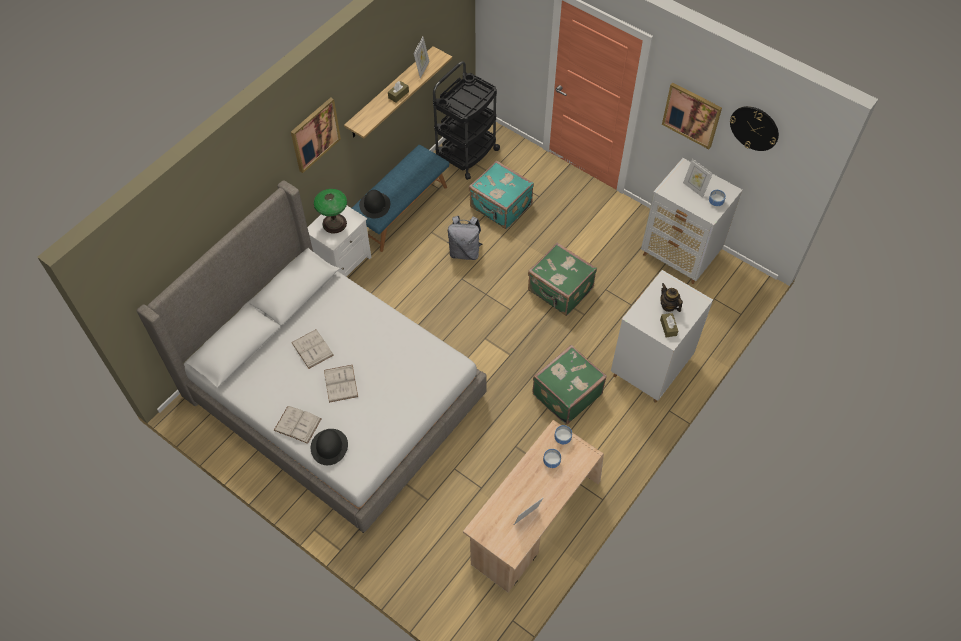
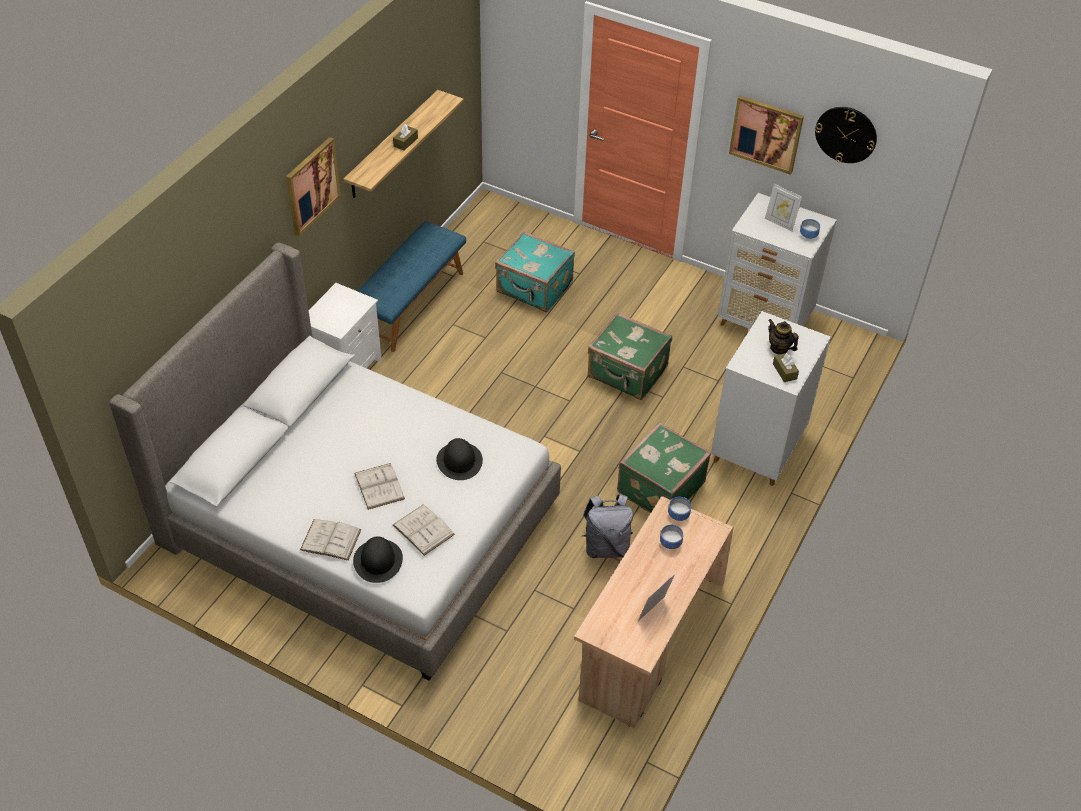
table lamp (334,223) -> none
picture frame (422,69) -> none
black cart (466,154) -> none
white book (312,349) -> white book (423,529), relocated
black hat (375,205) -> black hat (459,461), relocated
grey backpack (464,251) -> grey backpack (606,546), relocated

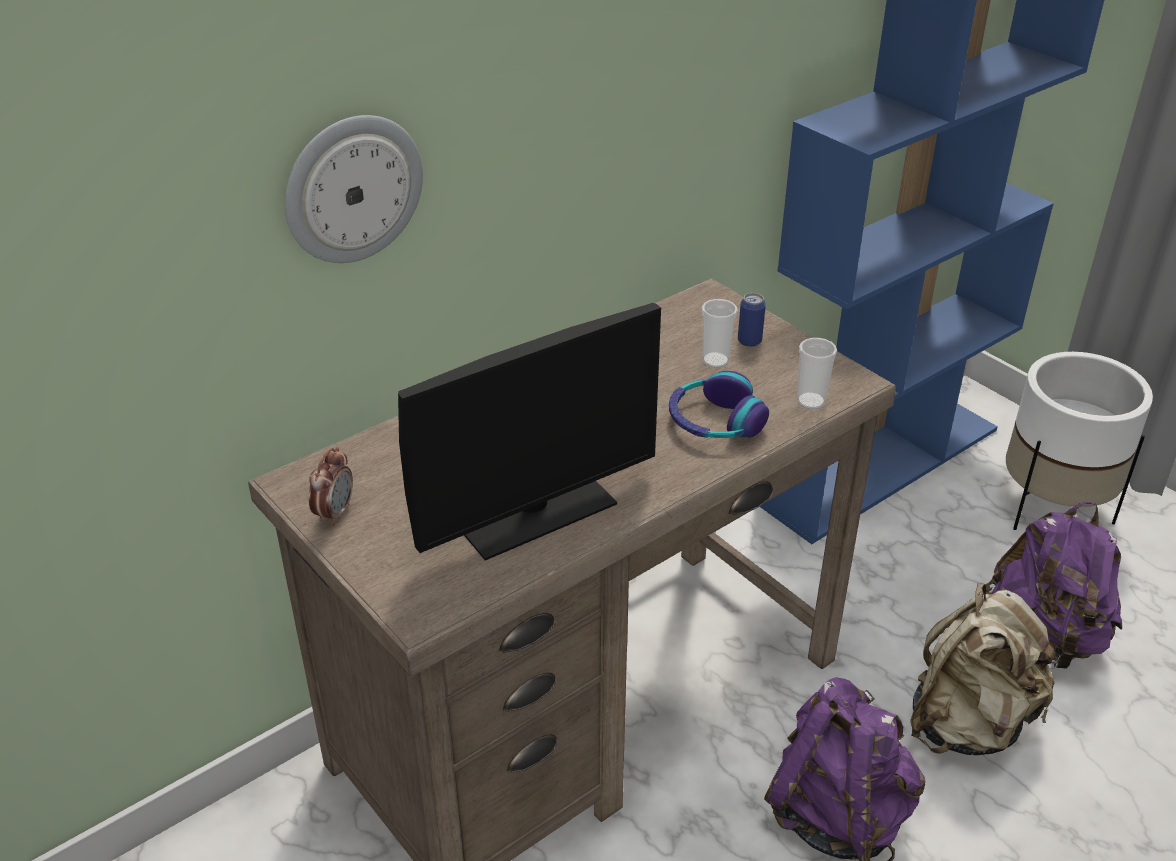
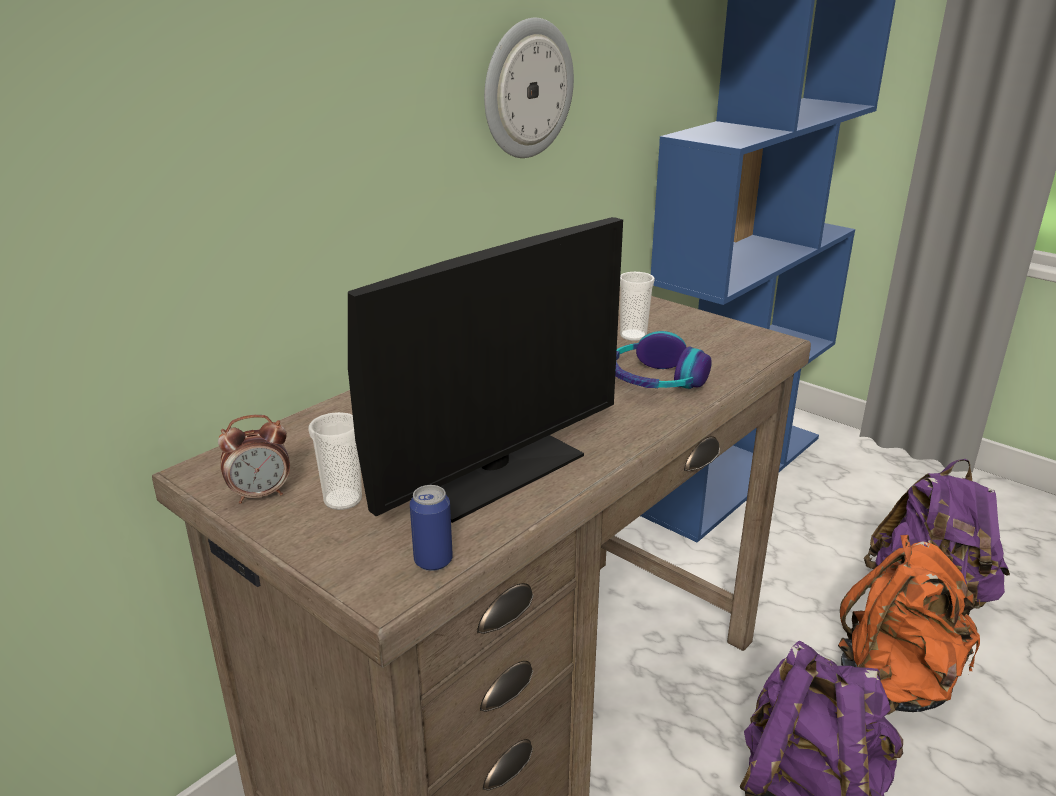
white planter (1053,507) -> none
wall clock (352,188) -> wall clock (526,89), relocated
can (749,341) -> can (433,561), relocated
cup (810,401) -> cup (343,500), relocated
beige backpack (968,723) -> orange backpack (895,683)
alarm clock (334,513) -> alarm clock (261,494), 60 degrees clockwise

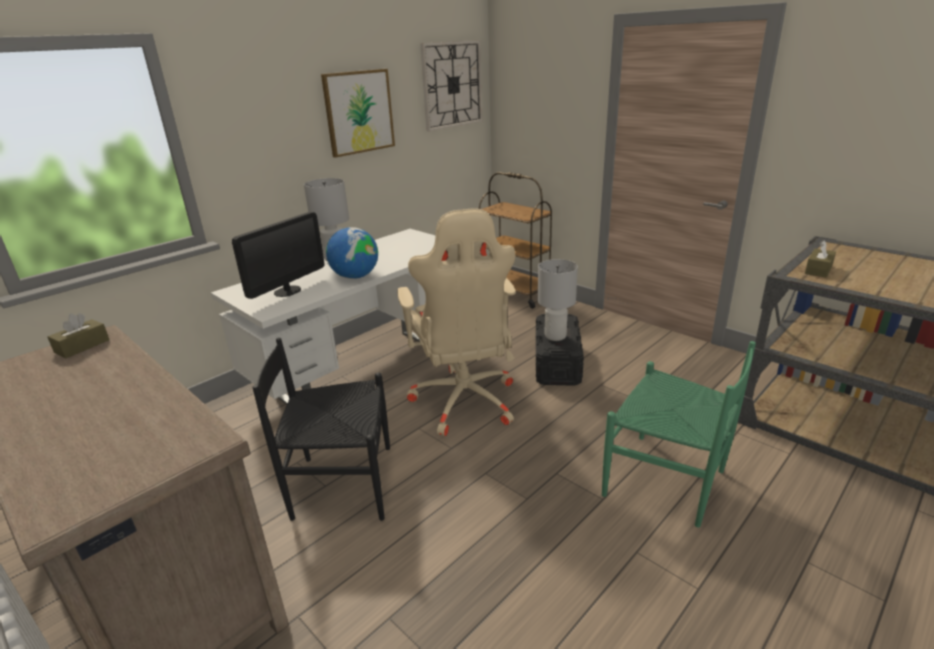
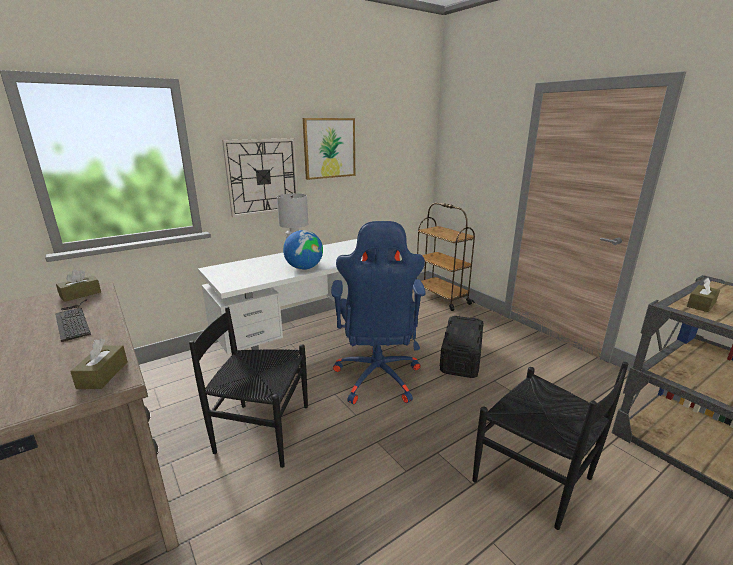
monitor (287,291) -> none
grey table lamp (555,338) -> none
none -> keyboard (73,320)
none -> brown tissue box (103,375)
wall clock (452,85) -> wall clock (262,177), relocated
beige office chair (462,396) -> blue office chair (377,373)
green chair (666,481) -> black chair (535,478)

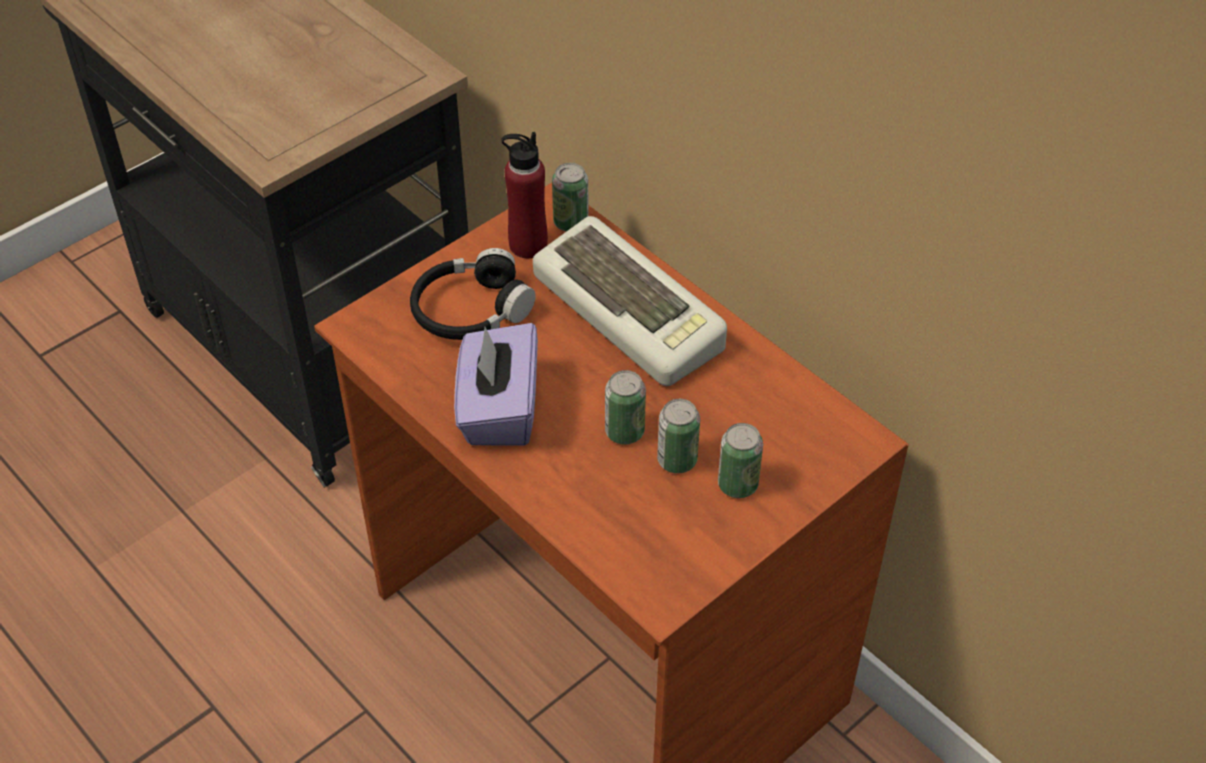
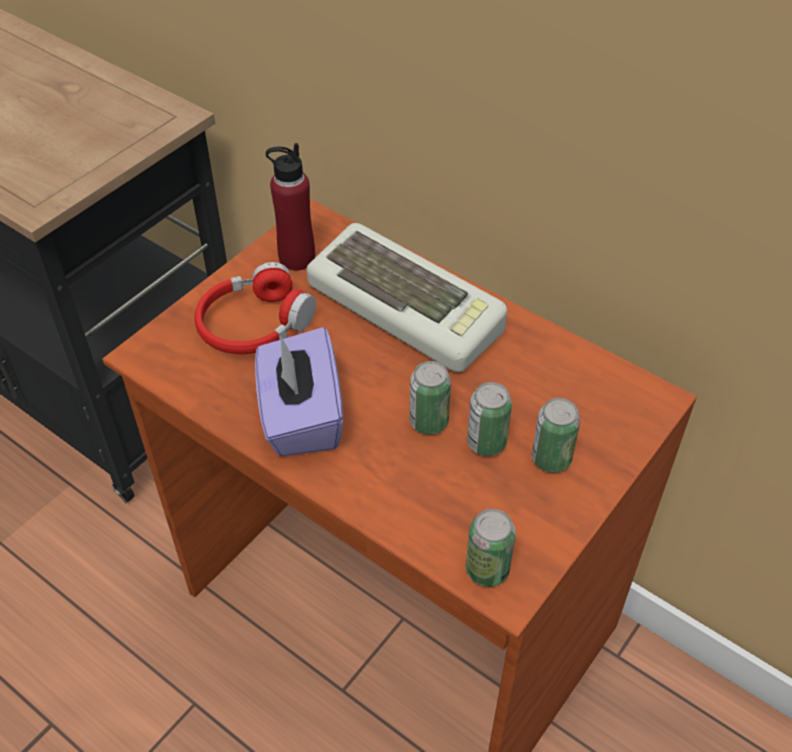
can (571,222) -> can (487,570), relocated
black headphones (471,310) -> red headphones (254,325)

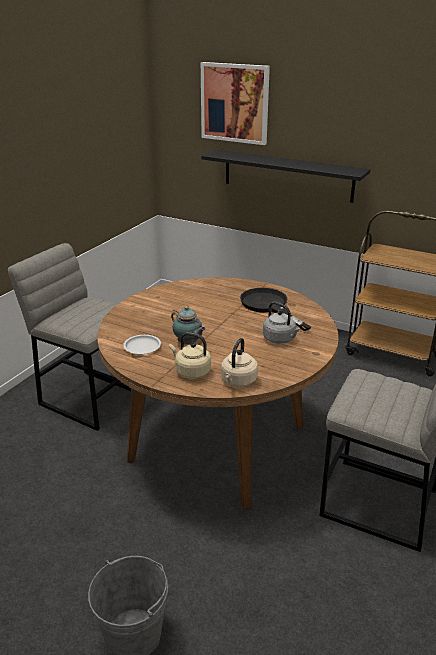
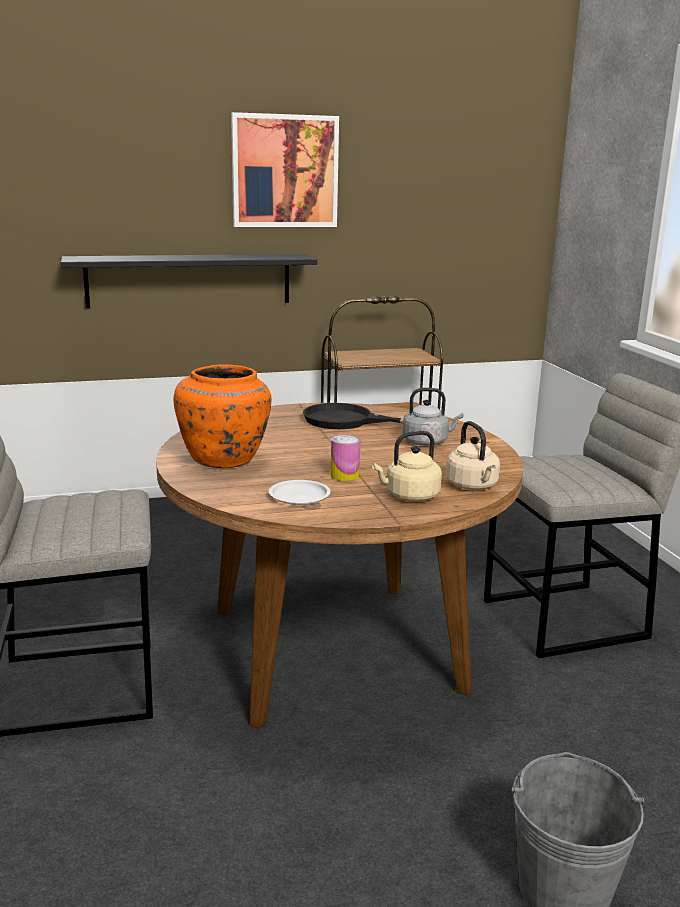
none -> orange vase (225,460)
picture (235,103) -> picture (284,171), relocated
teapot (188,343) -> can (344,475)

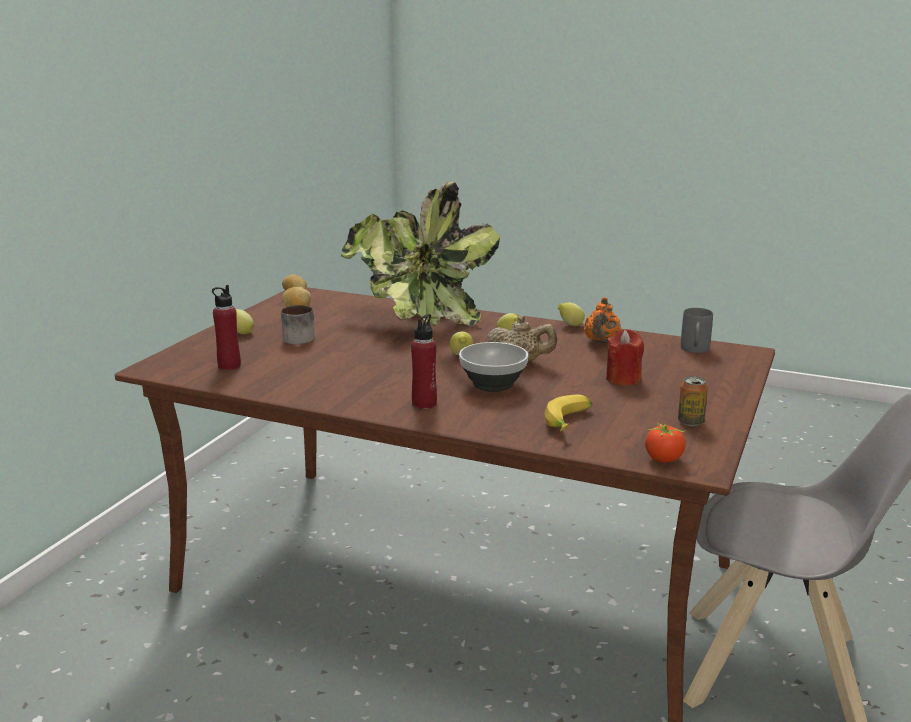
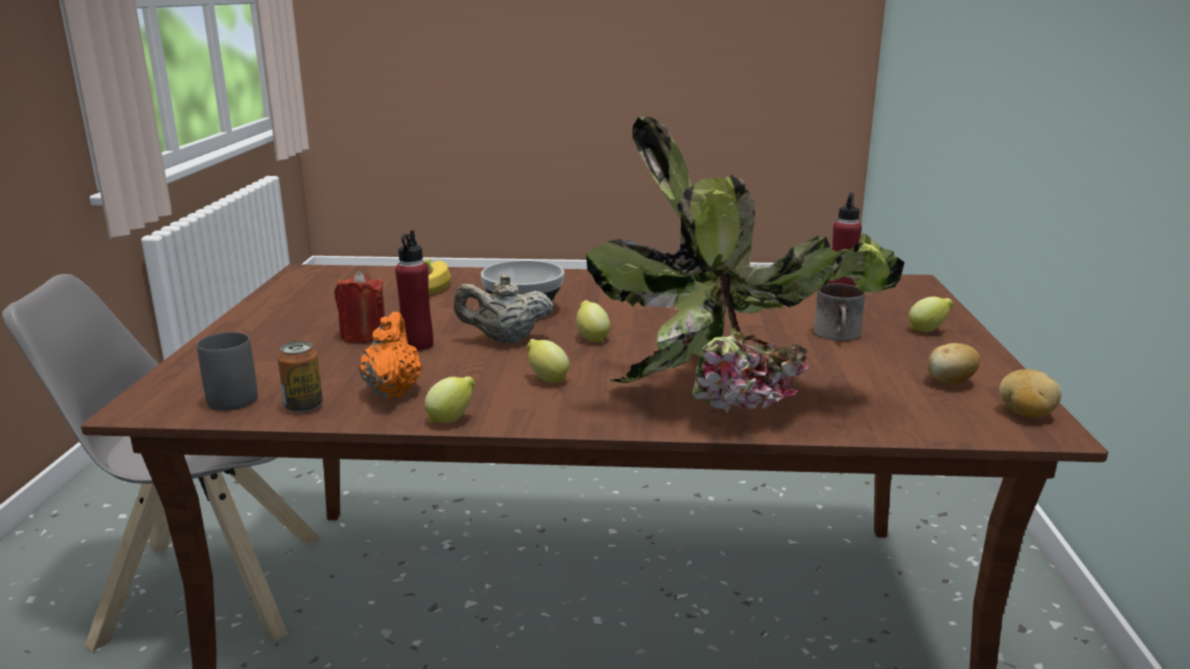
tomato (664,459) -> none
red bottle (424,403) -> red bottle (417,345), relocated
can (690,422) -> can (304,406), relocated

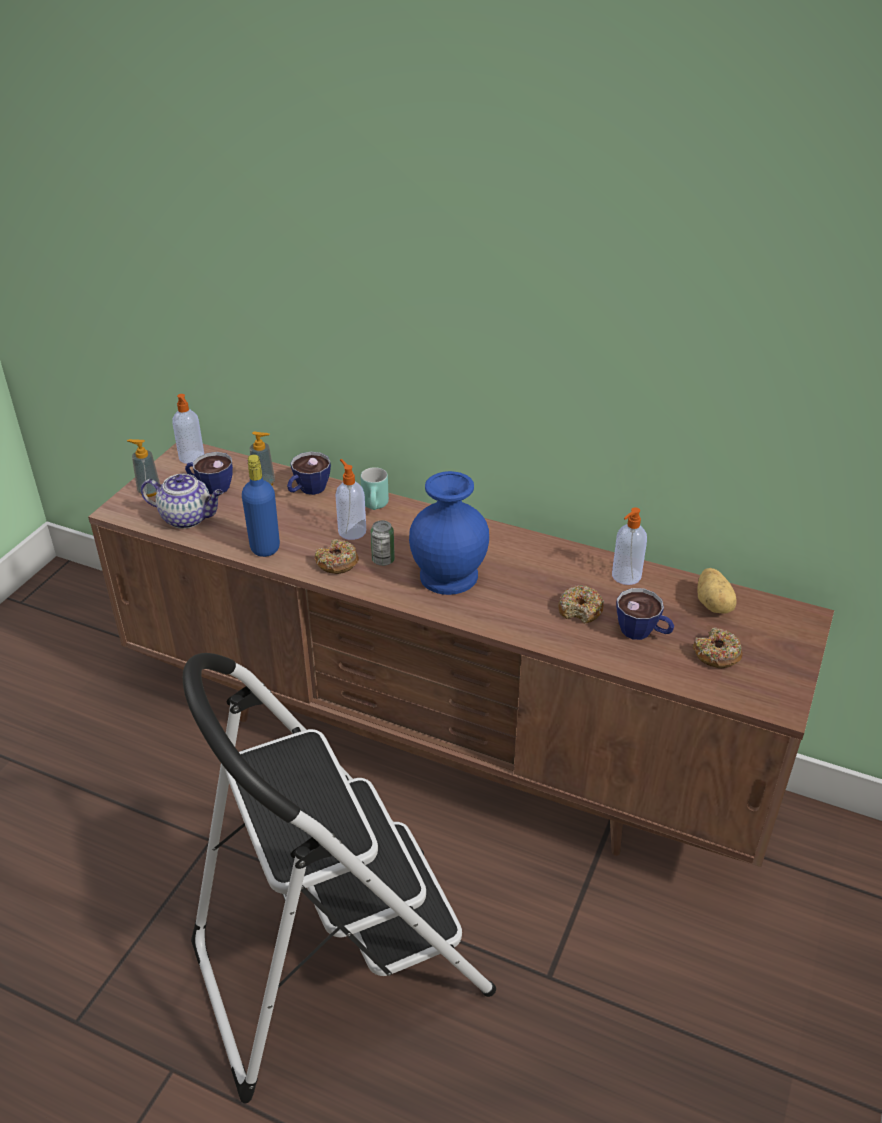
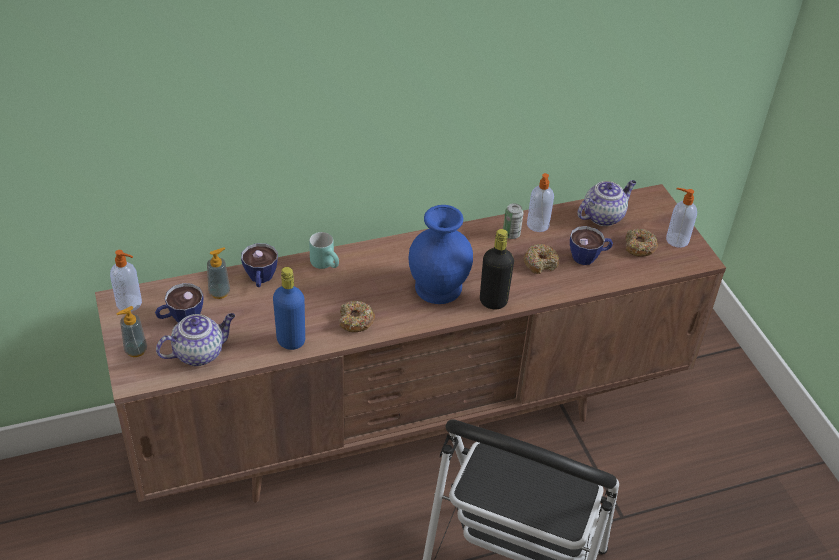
none -> black bottle (493,301)
soap dispenser (351,531) -> soap dispenser (676,240), relocated
can (383,560) -> can (511,234), relocated
potato (714,604) -> teapot (603,216)

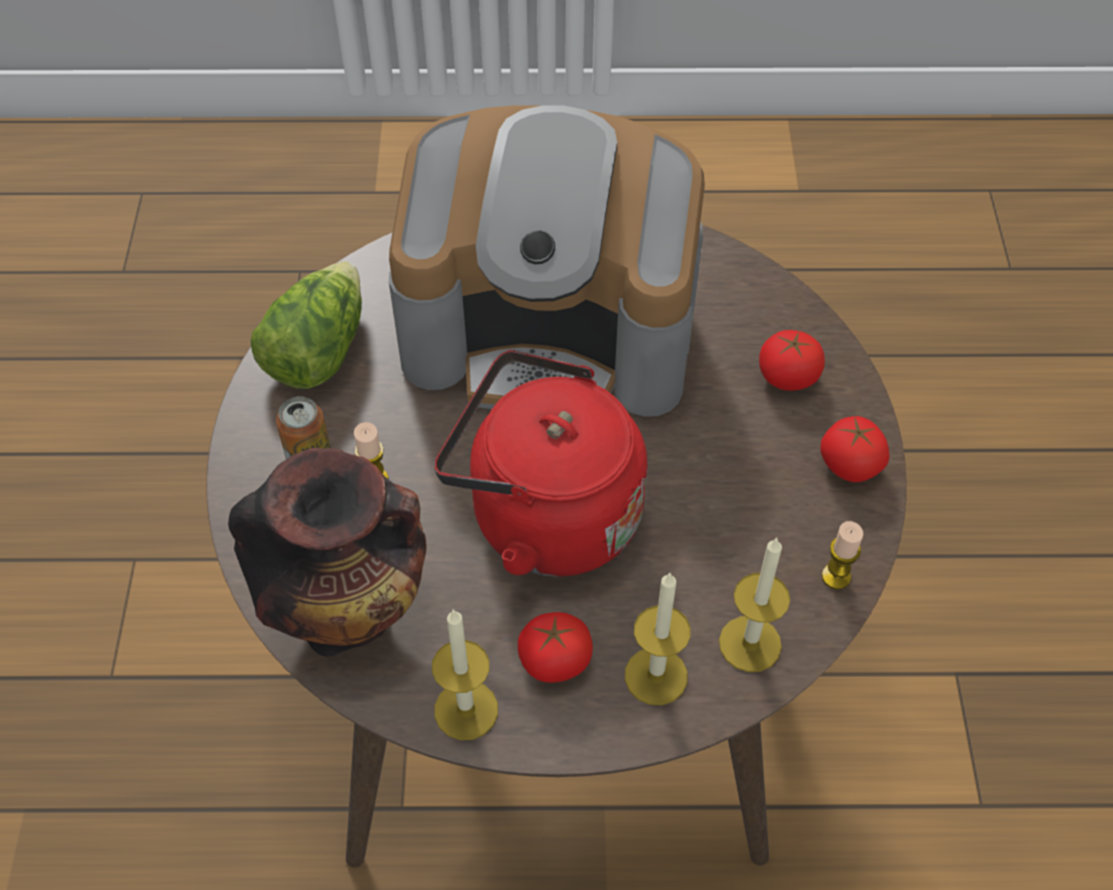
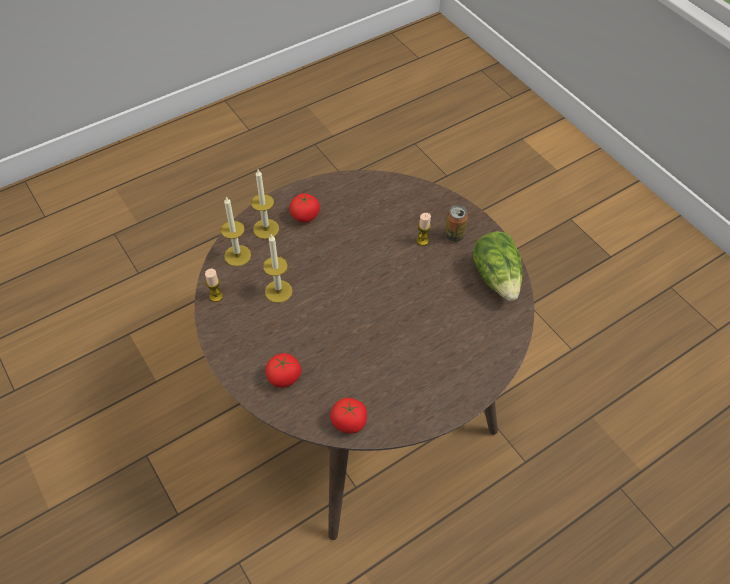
vase (352,613) -> none
coffee machine (552,330) -> none
red kettle (545,515) -> none
candle (466,710) -> candle (278,291), relocated
tomato (850,465) -> tomato (348,422), relocated

